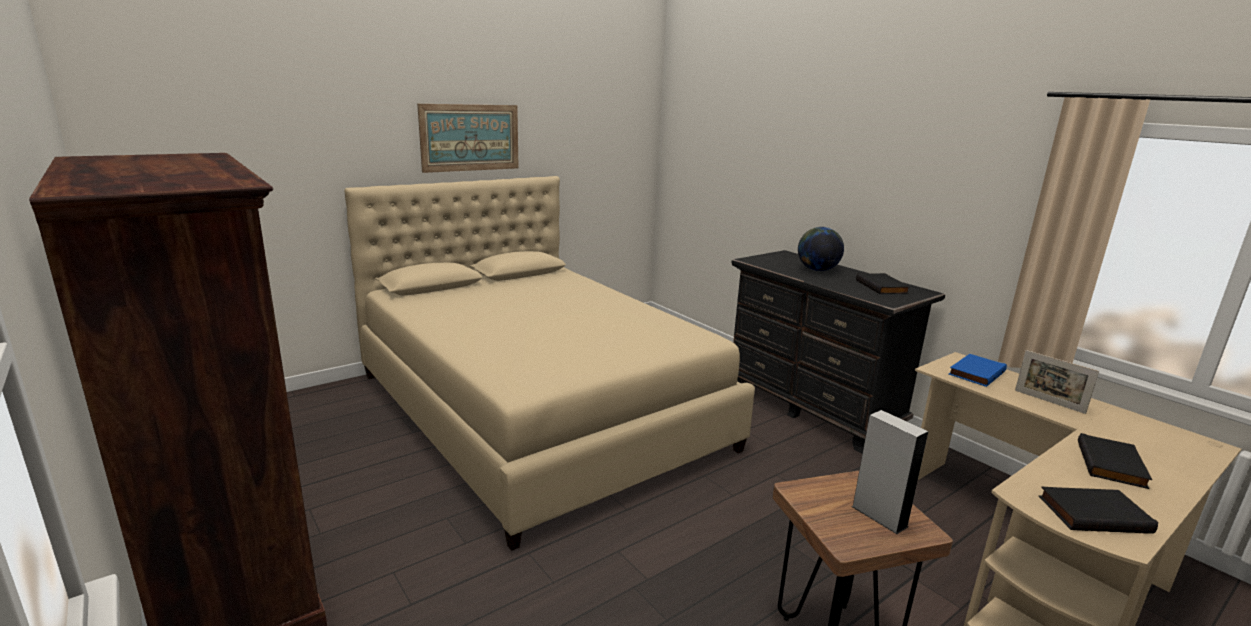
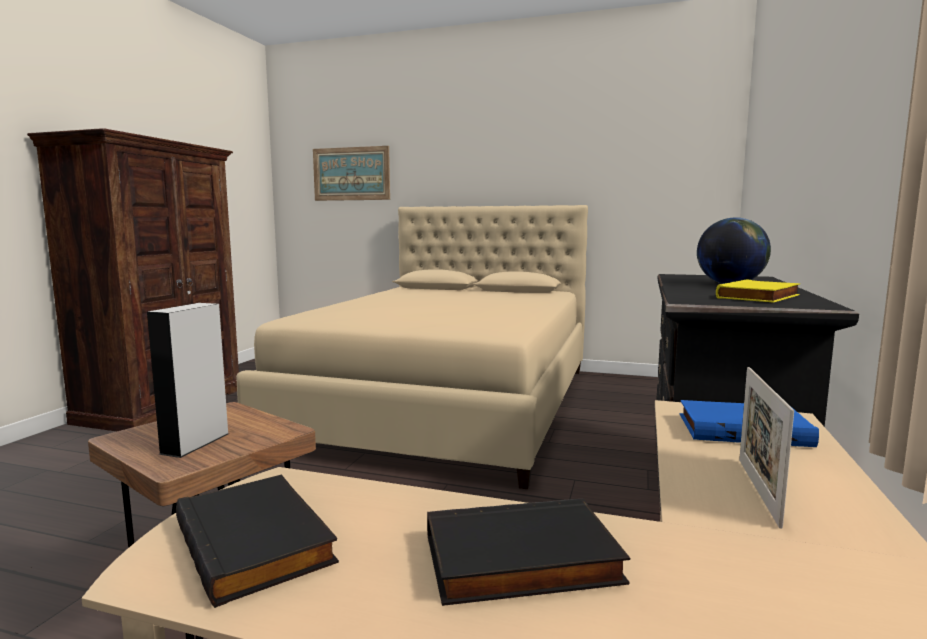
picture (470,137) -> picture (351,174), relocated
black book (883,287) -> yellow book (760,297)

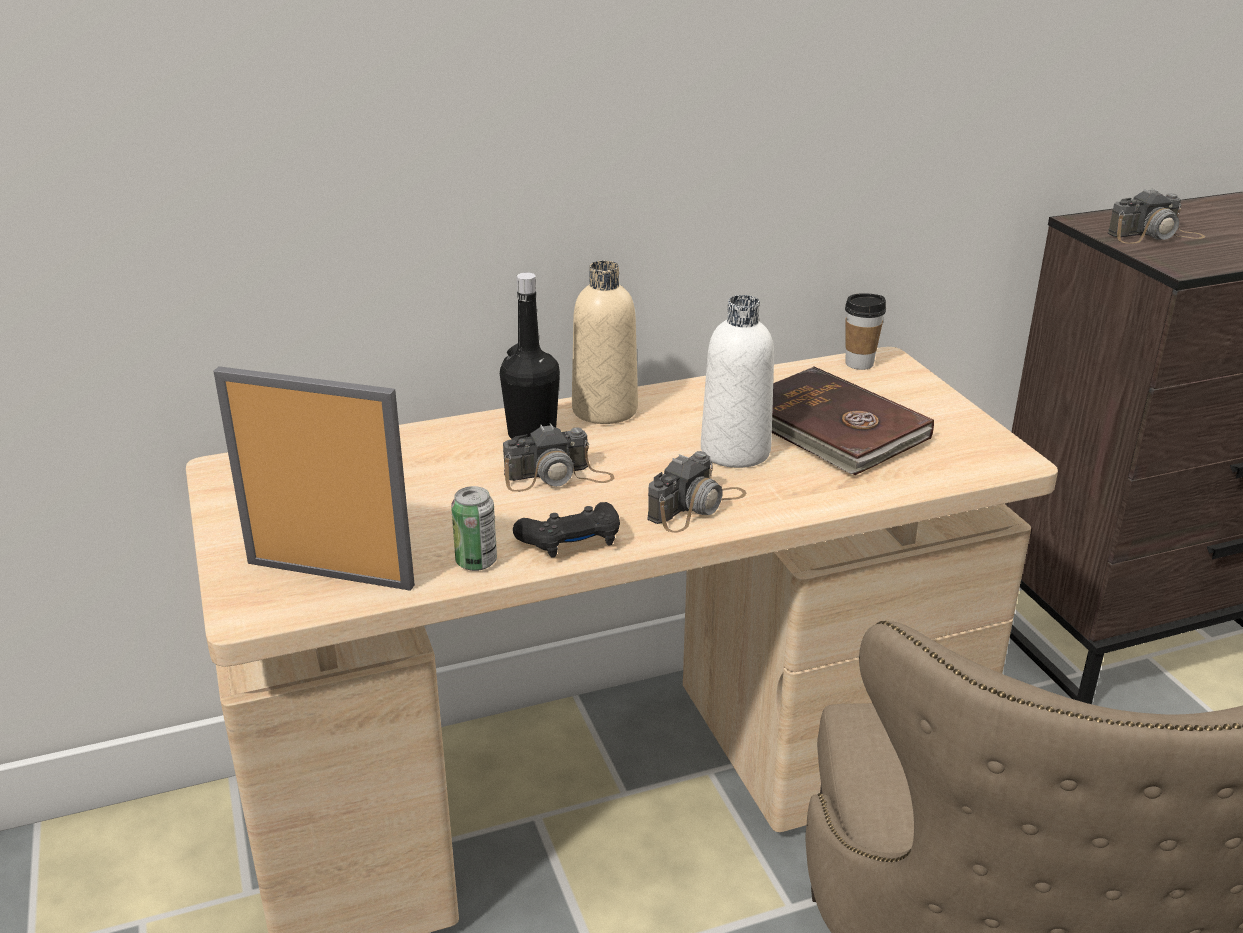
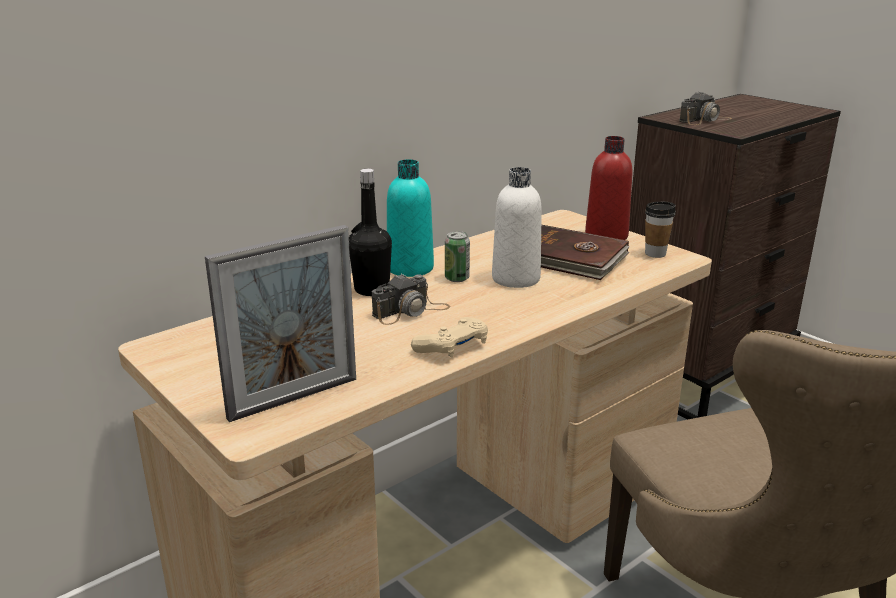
photo camera (696,506) -> none
none -> red bottle (606,236)
can (476,562) -> can (457,278), relocated
cup (859,363) -> cup (655,254), relocated
black game controller (571,542) -> beige game controller (452,347)
beige bottle (604,410) -> turquoise bottle (410,268)
picture frame (330,574) -> picture frame (294,398), 150 degrees clockwise

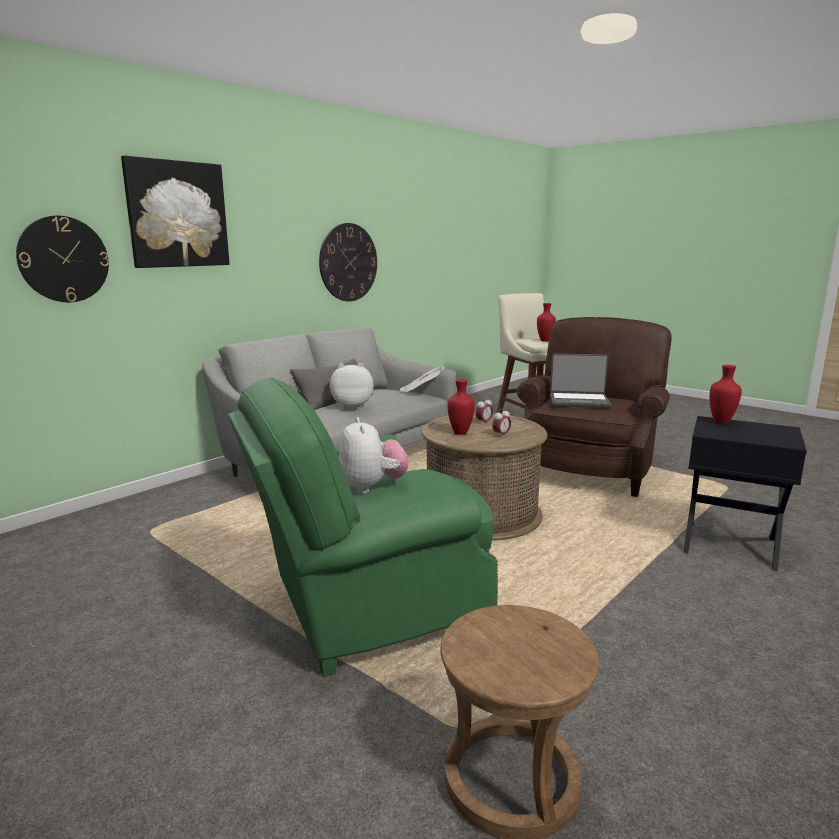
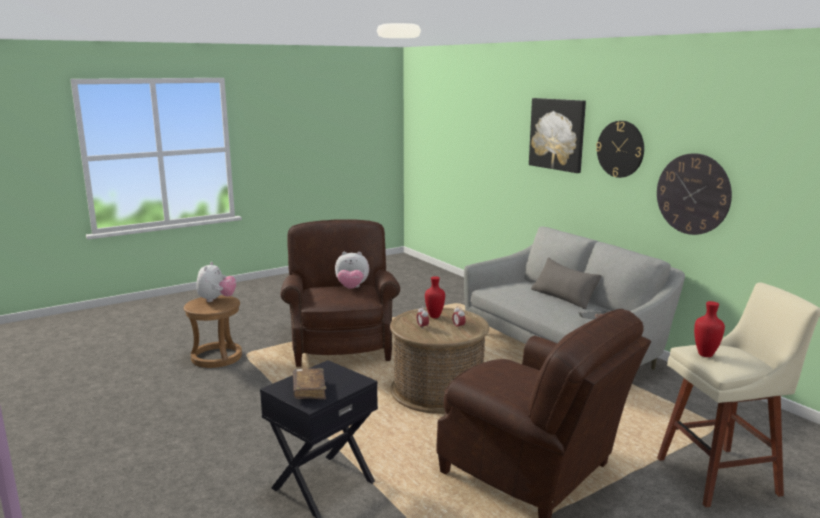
laptop (579,401) -> none
red vase (720,422) -> none
none -> brown book (309,390)
wall clock (63,259) -> wall clock (620,149), relocated
plush toy (352,406) -> plush toy (216,299), relocated
green armchair (367,609) -> brown armchair (341,344)

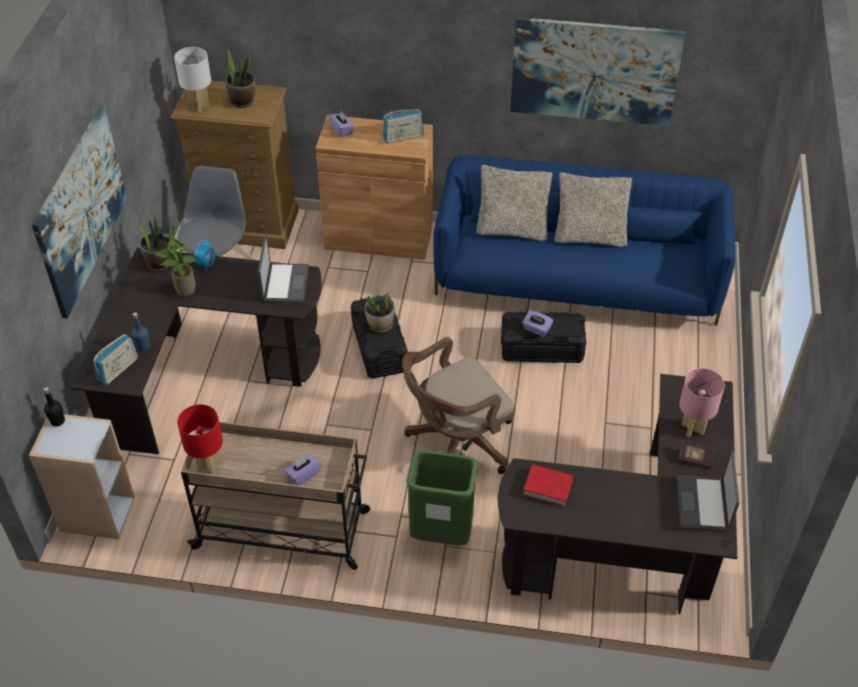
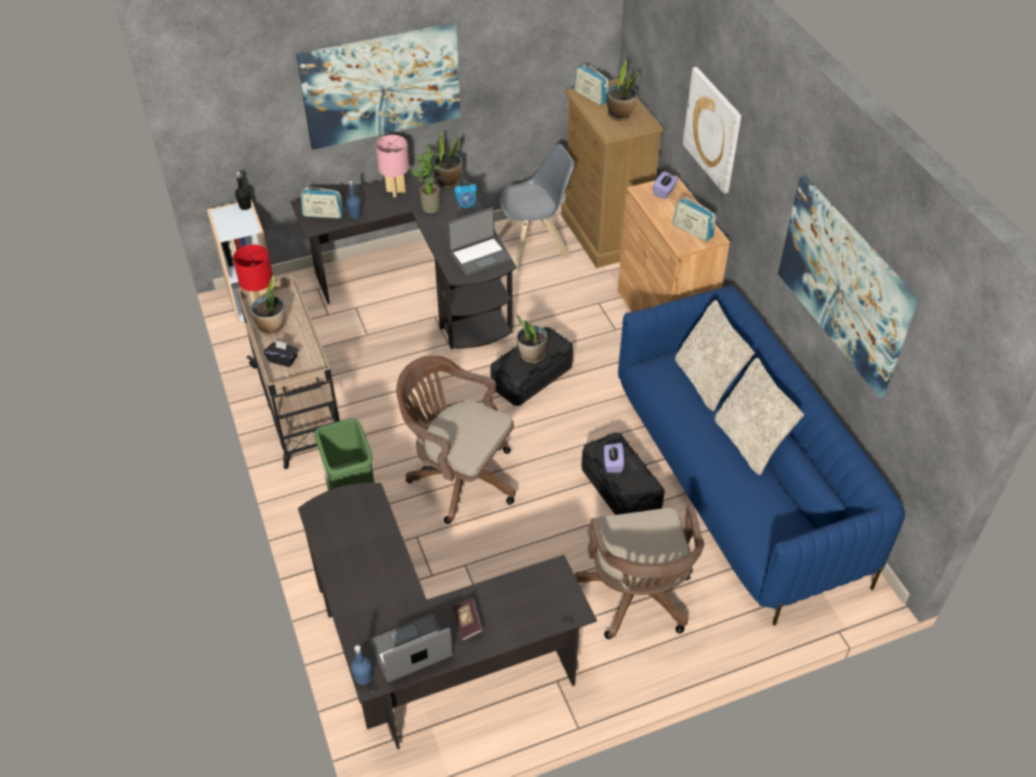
red book (547,487) -> none
none -> potted plant (272,327)
none -> blue bottle (363,677)
none -> brown office chair (637,598)
none -> picture (713,129)
pink table lamp (692,428) -> pink table lamp (396,191), relocated
white table lamp (199,106) -> radio (591,97)
purple tissue box (303,475) -> black tissue box (283,359)

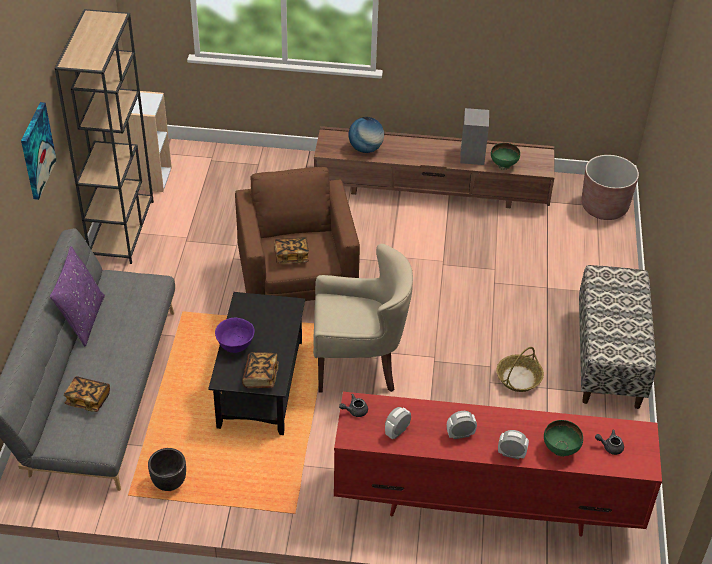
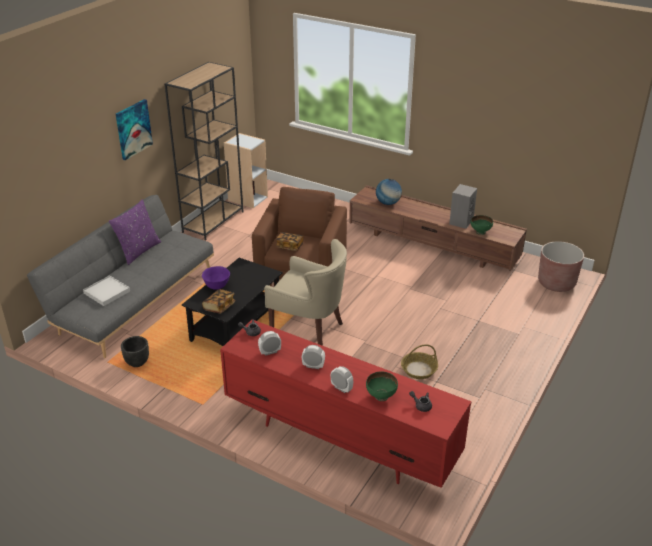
bench (609,358) -> none
book (88,400) -> white tray (107,292)

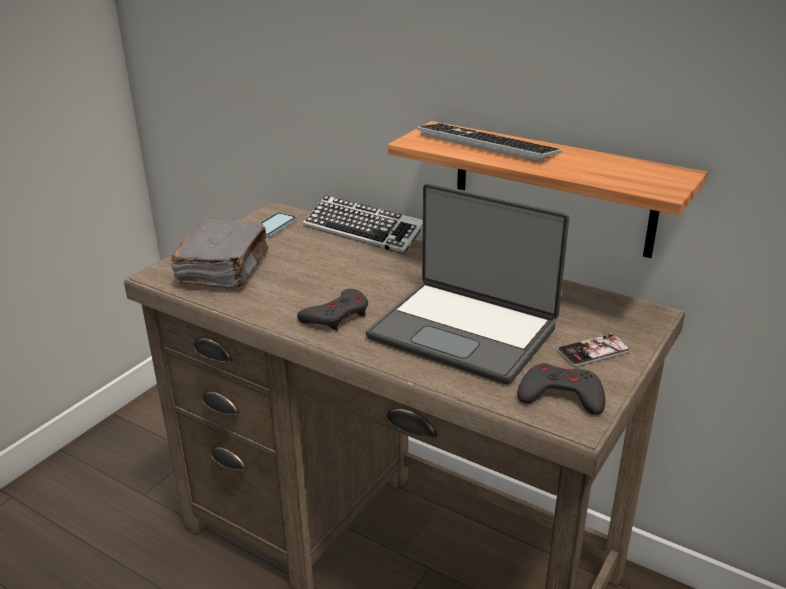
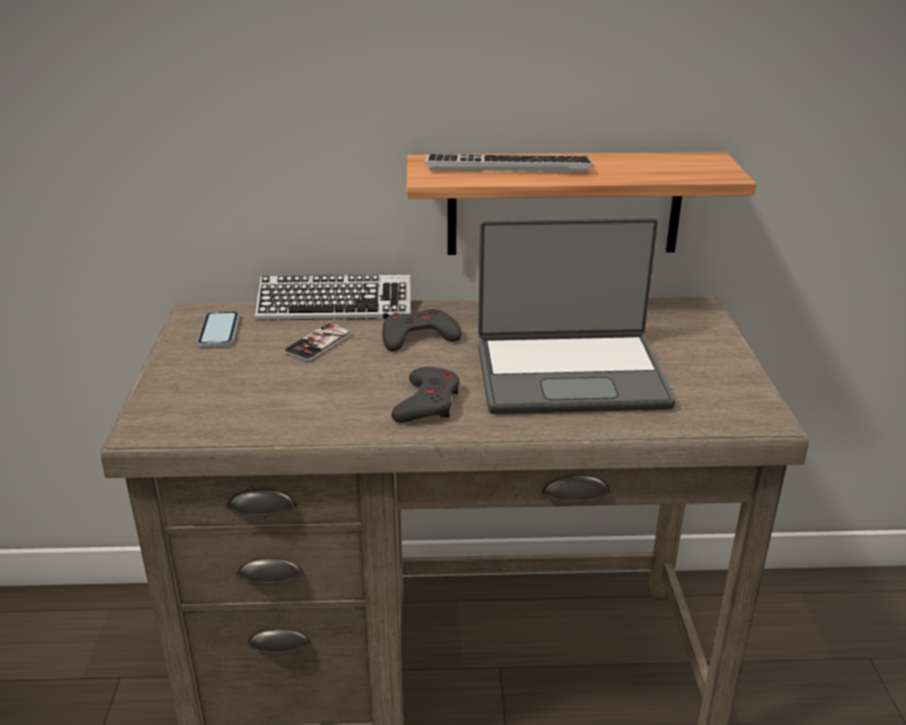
grey book (225,269) -> none
grey game controller (561,396) -> grey game controller (418,337), relocated
phone (593,351) -> phone (318,344), relocated

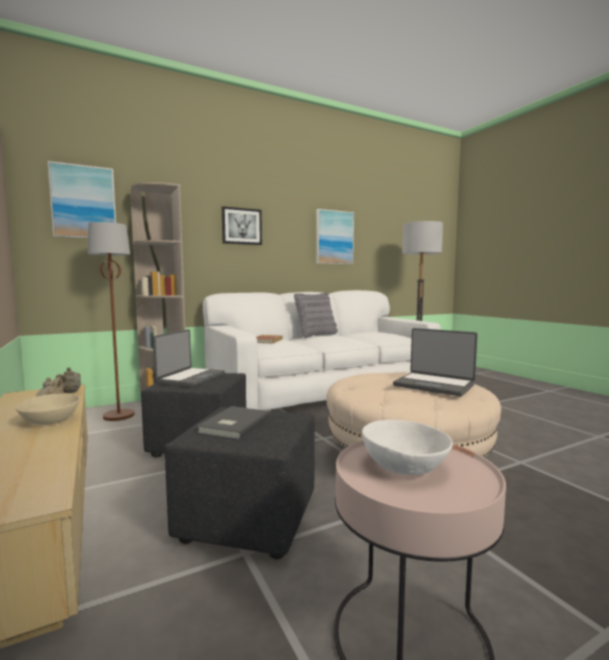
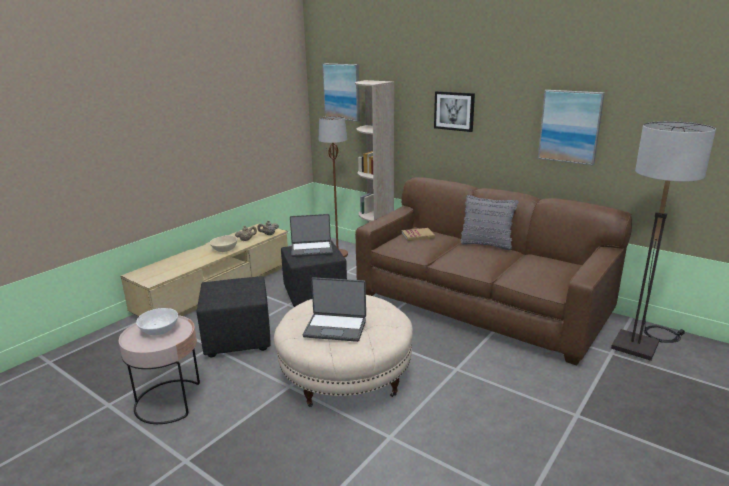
grey book (233,424) -> none
white sofa (323,392) -> brown sofa (479,305)
laptop (434,385) -> laptop (335,327), 90 degrees counterclockwise

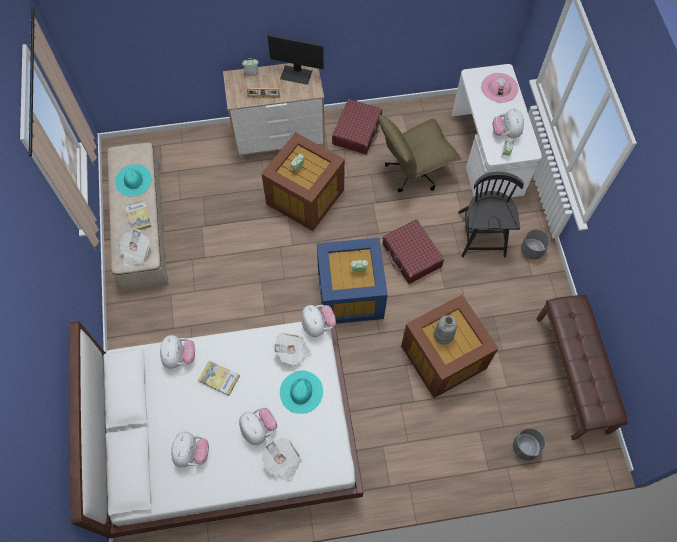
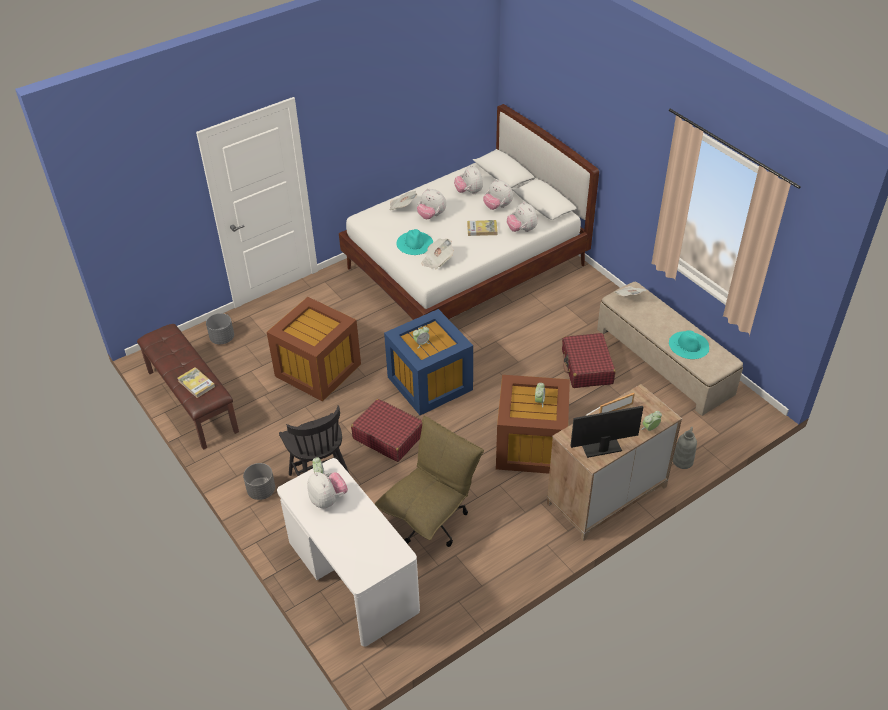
pink hat (499,88) -> none
book (138,216) -> book (196,383), relocated
plush toy (318,325) -> plush toy (497,207), relocated
red suitcase (357,131) -> red suitcase (587,367), relocated
grey vase (443,335) -> grey vase (682,461), relocated

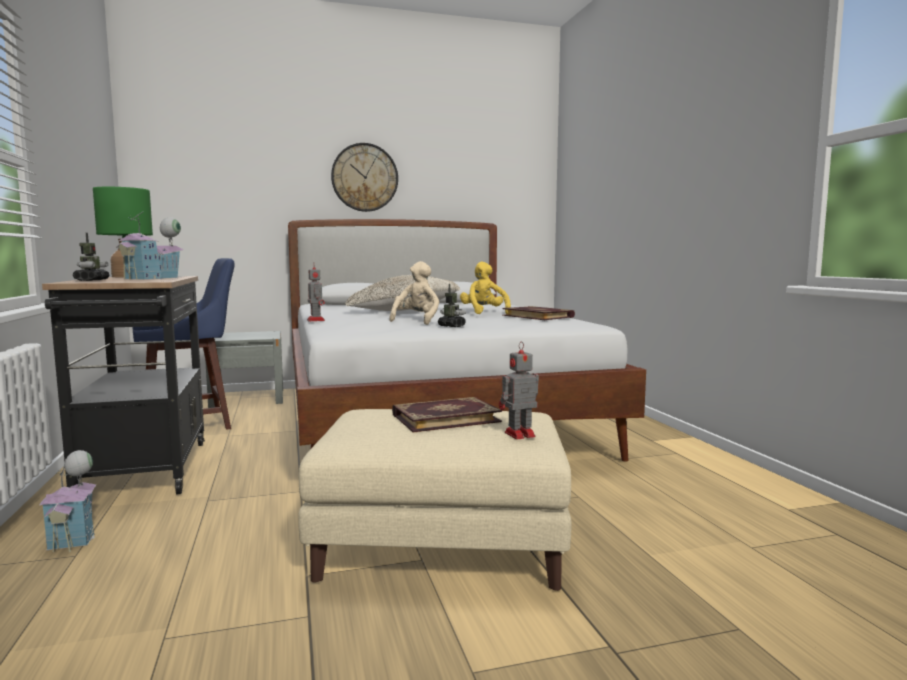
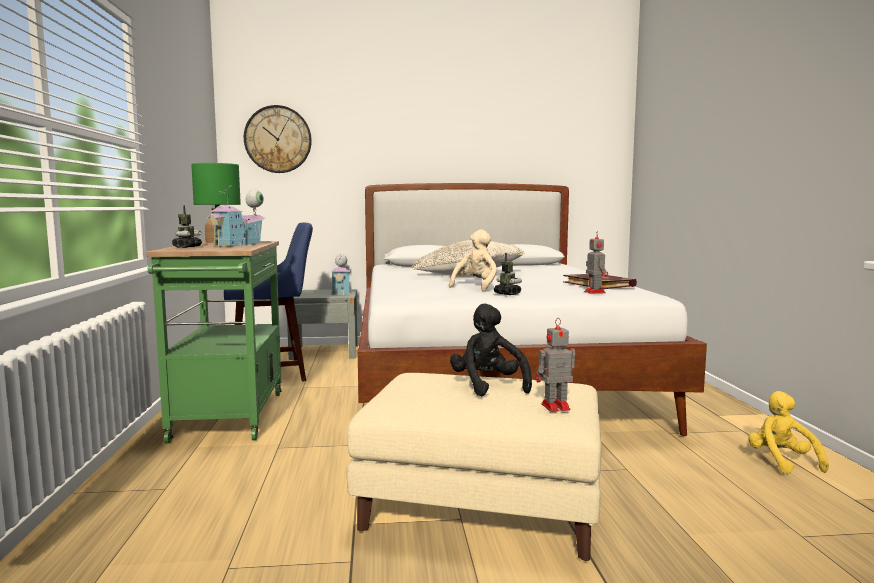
toy house (76,534) -> toy house (341,292), relocated
toy robot (315,320) -> toy robot (594,292), relocated
wall clock (364,177) -> wall clock (278,139), relocated
yellow plush toy (484,313) -> yellow plush toy (782,461), relocated
book (445,418) -> black plush toy (488,386)
black cart (144,472) -> green cart (228,418)

